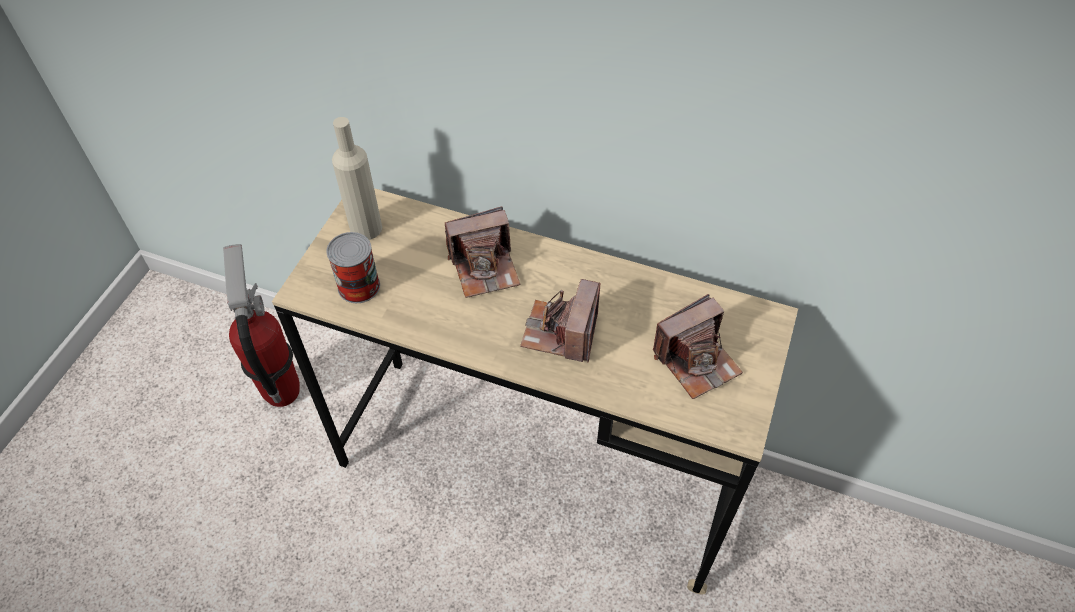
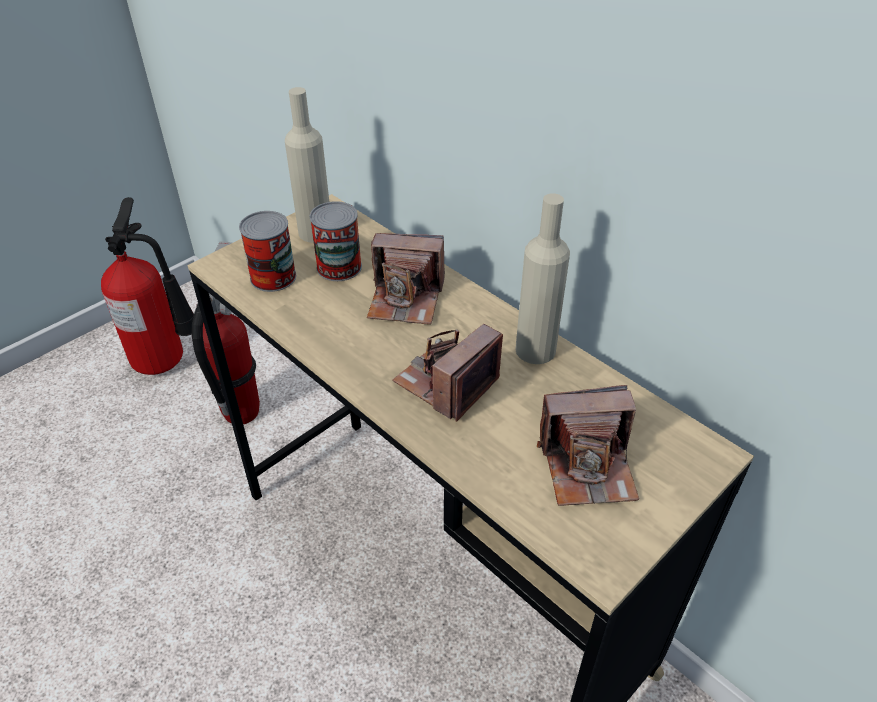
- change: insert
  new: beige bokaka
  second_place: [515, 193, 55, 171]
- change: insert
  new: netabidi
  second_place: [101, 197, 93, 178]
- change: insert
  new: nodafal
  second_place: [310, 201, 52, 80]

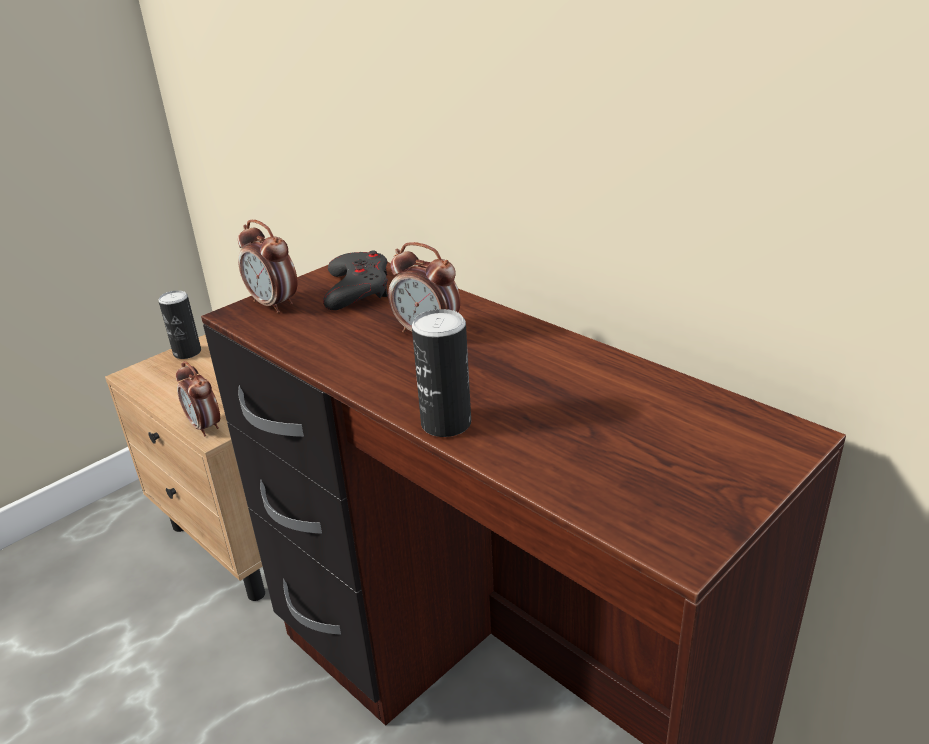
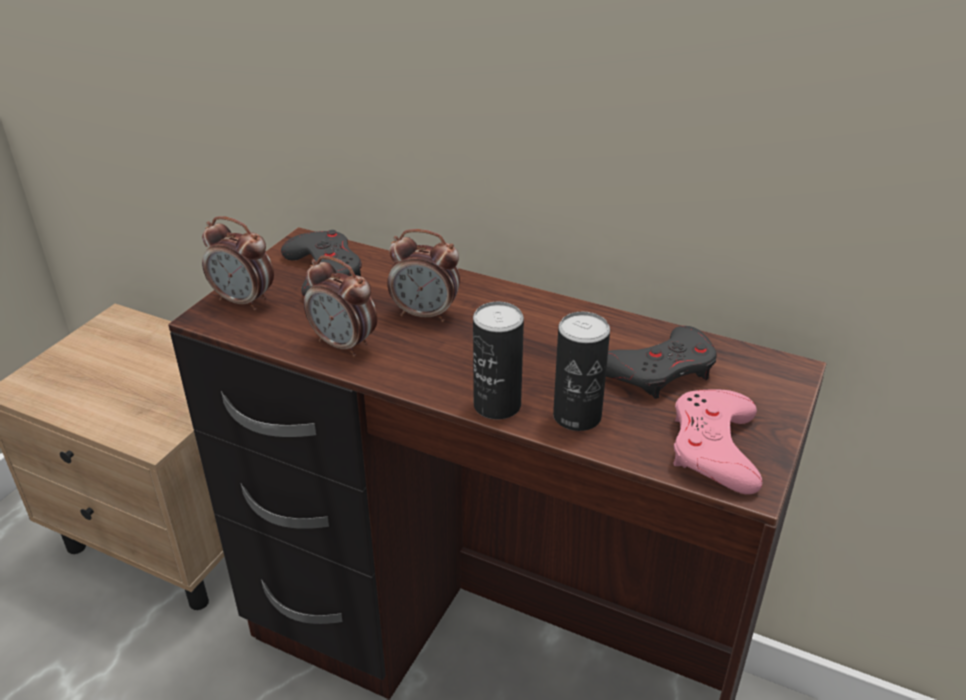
- change: move
  old: nodafal
  first_place: [158, 290, 43, 69]
  second_place: [553, 312, 57, 119]
- change: move
  old: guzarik
  first_place: [176, 361, 44, 76]
  second_place: [304, 256, 73, 101]
- change: insert
  new: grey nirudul
  second_place: [606, 326, 111, 73]
- change: insert
  new: pink nirudul
  second_place: [673, 389, 89, 106]

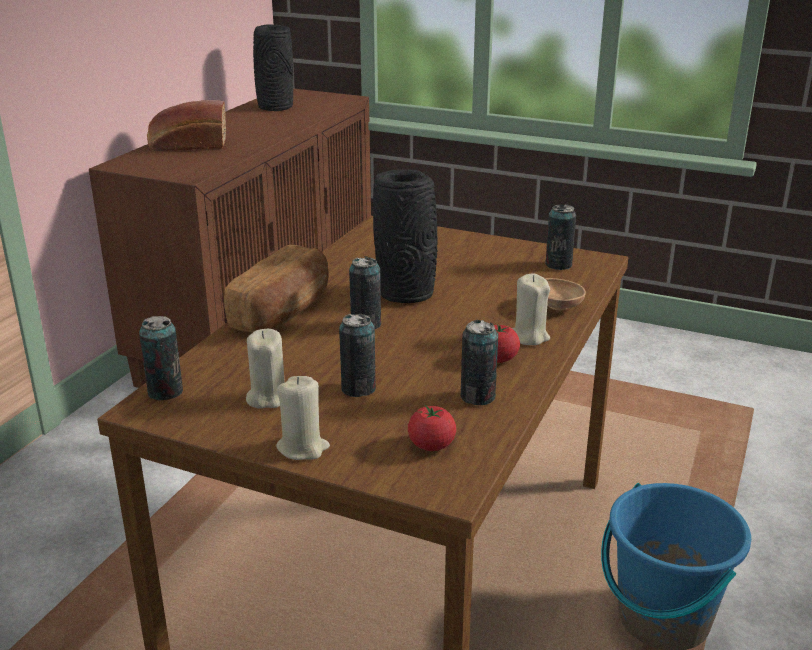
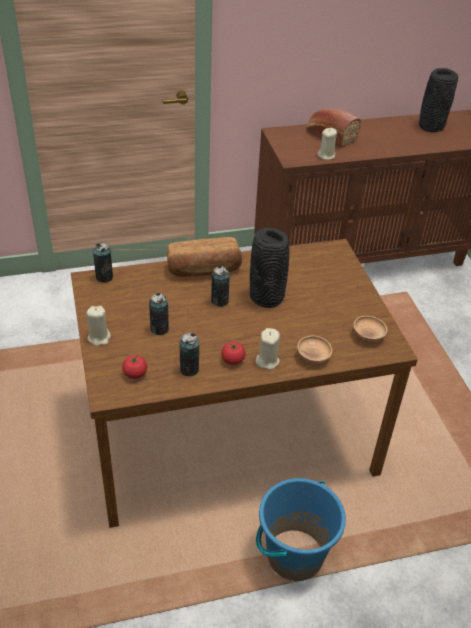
- change: replace
  old: nodafal
  new: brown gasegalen
  first_place: [545, 204, 31, 66]
  second_place: [353, 316, 34, 26]
- change: move
  old: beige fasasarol
  first_place: [246, 329, 39, 79]
  second_place: [317, 128, 20, 32]

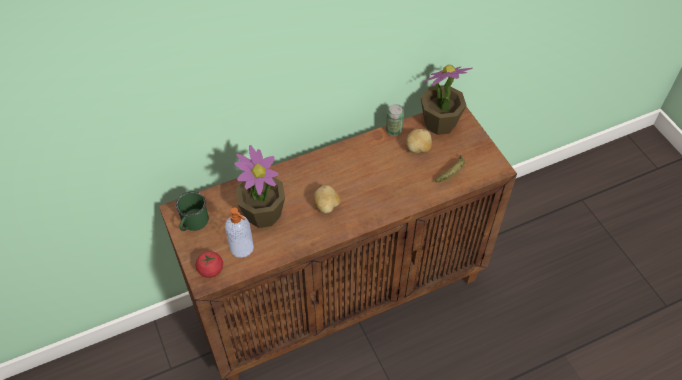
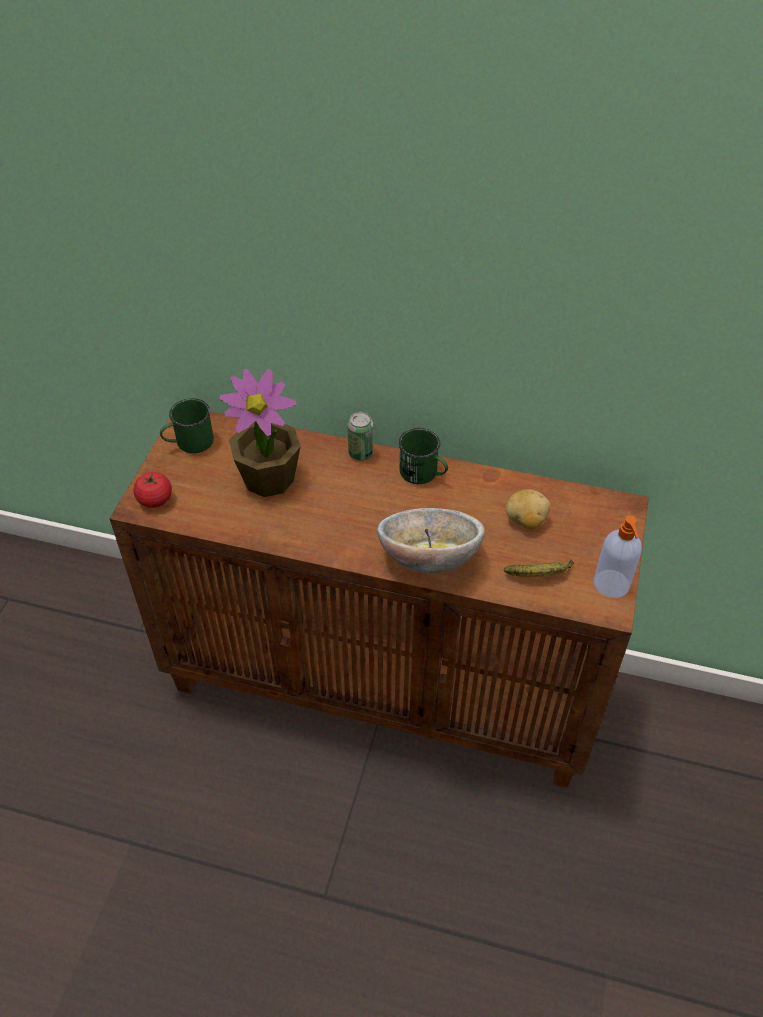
- change: delete
  old: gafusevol
  first_place: [421, 65, 52, 70]
- change: move
  old: nodafal
  first_place: [386, 104, 18, 32]
  second_place: [347, 412, 27, 49]
- change: delete
  old: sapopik
  first_place: [314, 185, 27, 29]
- change: move
  old: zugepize
  first_place: [225, 207, 29, 51]
  second_place: [594, 515, 48, 83]
- change: insert
  new: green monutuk
  second_place: [398, 428, 50, 56]
- change: insert
  new: gasegalen
  second_place: [377, 508, 108, 65]

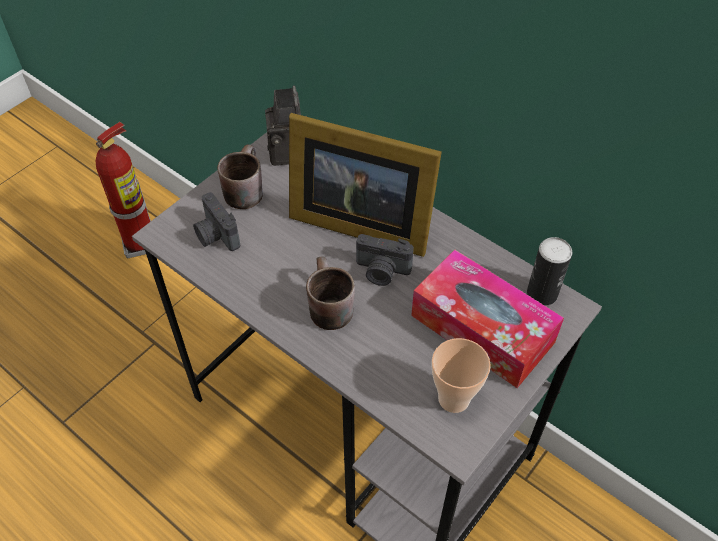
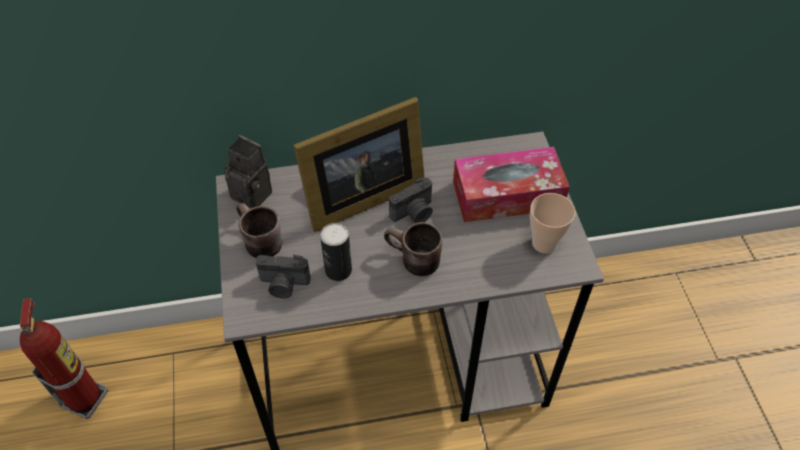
- change: move
  old: nodafal
  first_place: [527, 237, 45, 69]
  second_place: [320, 223, 32, 58]

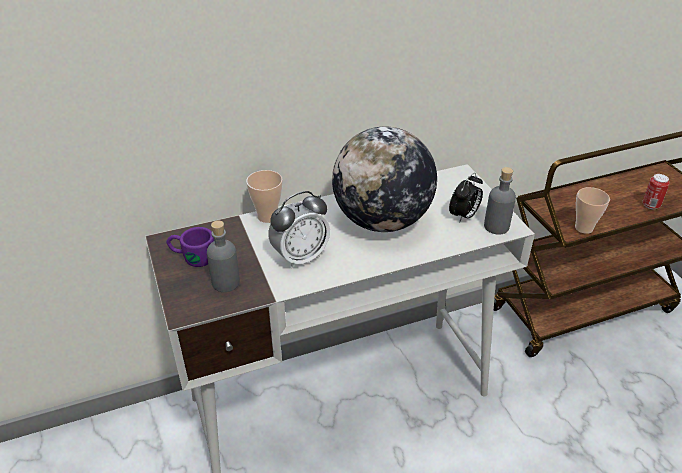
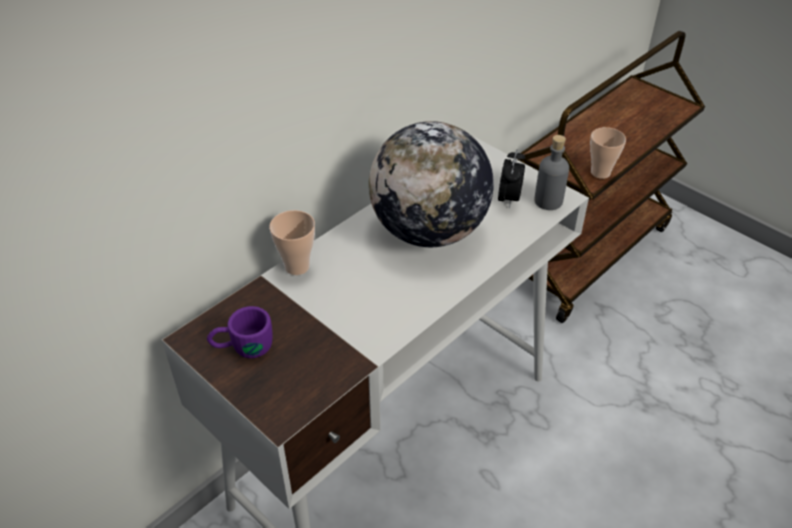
- change: delete
  old: nodafal
  first_place: [643, 174, 27, 35]
- change: delete
  old: guzarik
  first_place: [269, 191, 61, 78]
- change: delete
  old: grey bokaka
  first_place: [207, 220, 33, 72]

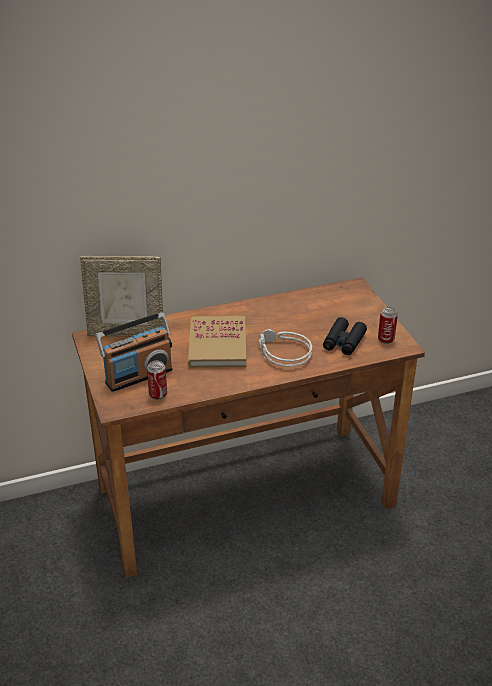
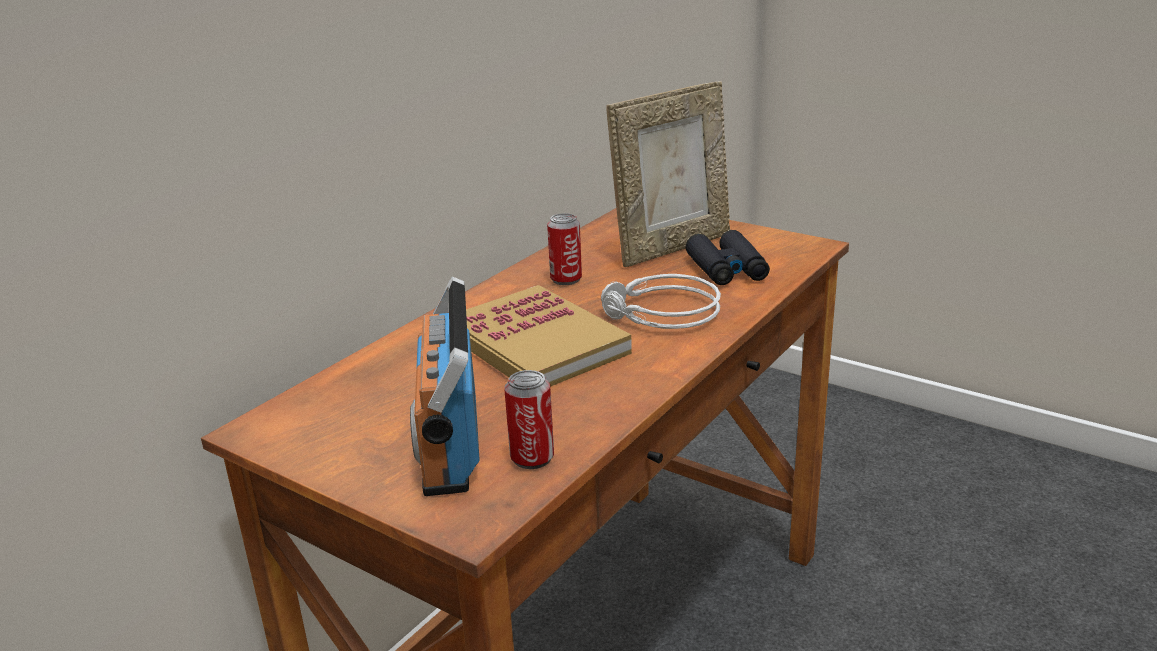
- change: move
  old: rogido
  first_place: [80, 256, 83, 81]
  second_place: [606, 81, 124, 186]
- change: move
  old: nodafal
  first_place: [378, 307, 20, 37]
  second_place: [547, 213, 35, 72]
- change: rotate
  old: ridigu
  first_place: [96, 312, 76, 80]
  second_place: [410, 277, 70, 219]
  degrees: 150

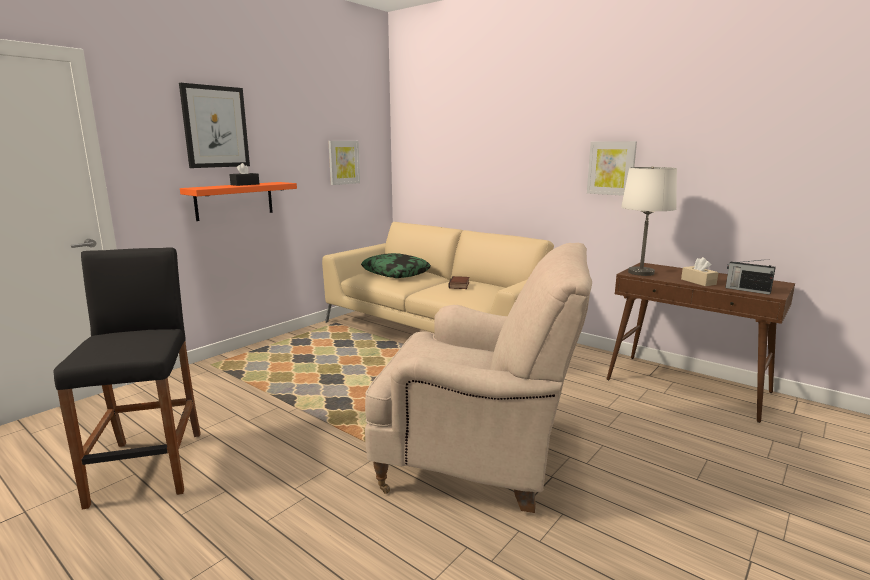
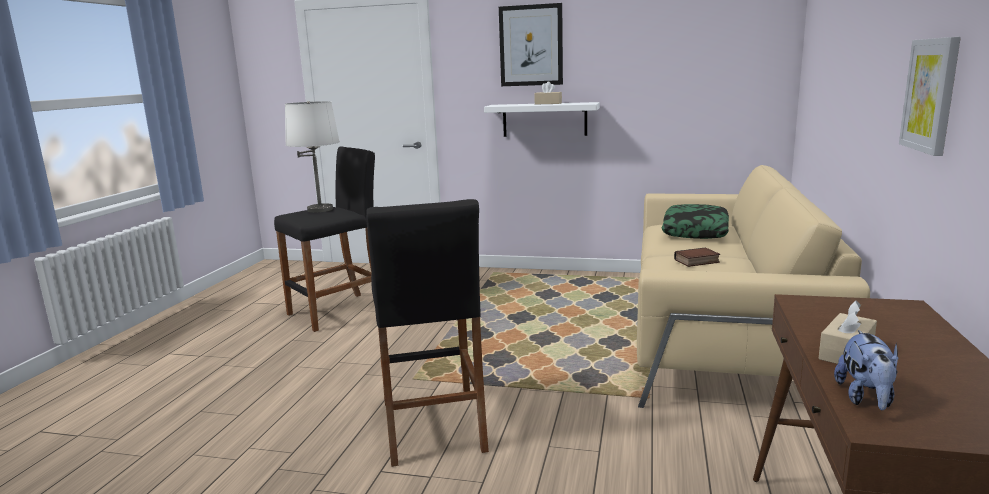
- change: delete
  old: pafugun
  first_place: [328, 141, 32, 44]
- change: recolor
  old: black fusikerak
  new: beige fusikerak
  first_place: [229, 163, 30, 23]
  second_place: [534, 81, 28, 24]
- change: move
  old: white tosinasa
  first_place: [621, 166, 56, 110]
  second_place: [285, 101, 55, 112]
- change: recolor
  old: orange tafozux
  new: white tafozux
  first_place: [180, 182, 117, 39]
  second_place: [484, 102, 116, 35]
- change: replace
  old: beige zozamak
  new: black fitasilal
  first_place: [365, 243, 227, 270]
  second_place: [366, 199, 123, 268]
- change: replace
  old: ridigu
  new: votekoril
  first_place: [726, 259, 50, 36]
  second_place: [834, 330, 65, 80]

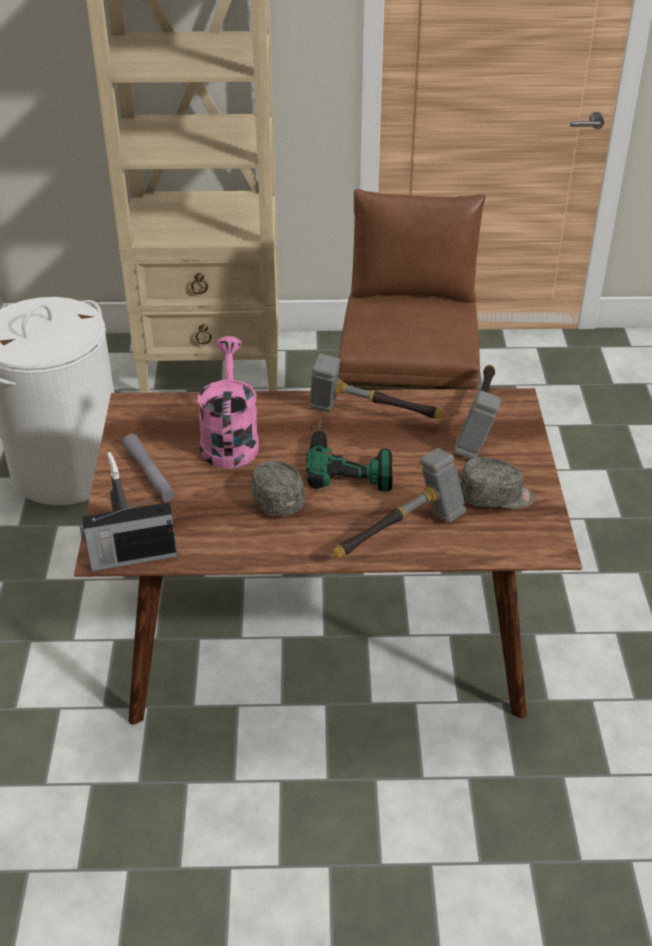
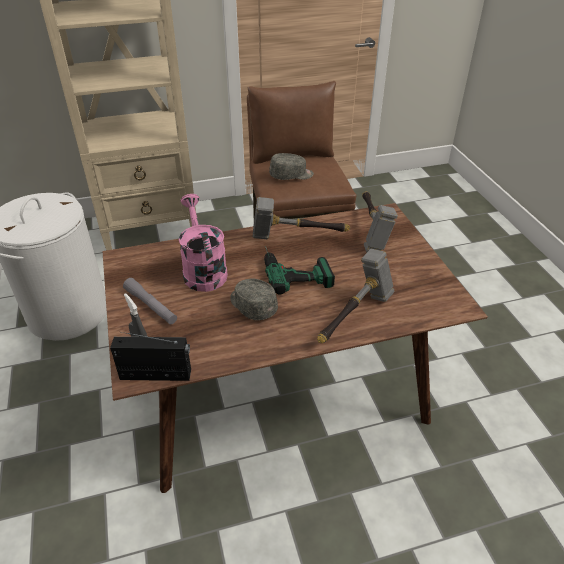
- change: move
  old: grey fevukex
  first_place: [459, 457, 76, 52]
  second_place: [269, 153, 45, 27]
- change: rotate
  old: ridigu
  first_place: [80, 498, 97, 73]
  second_place: [110, 332, 81, 49]
  degrees: -150

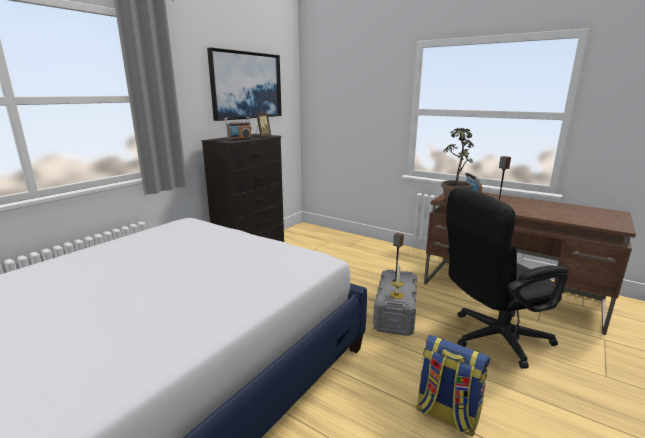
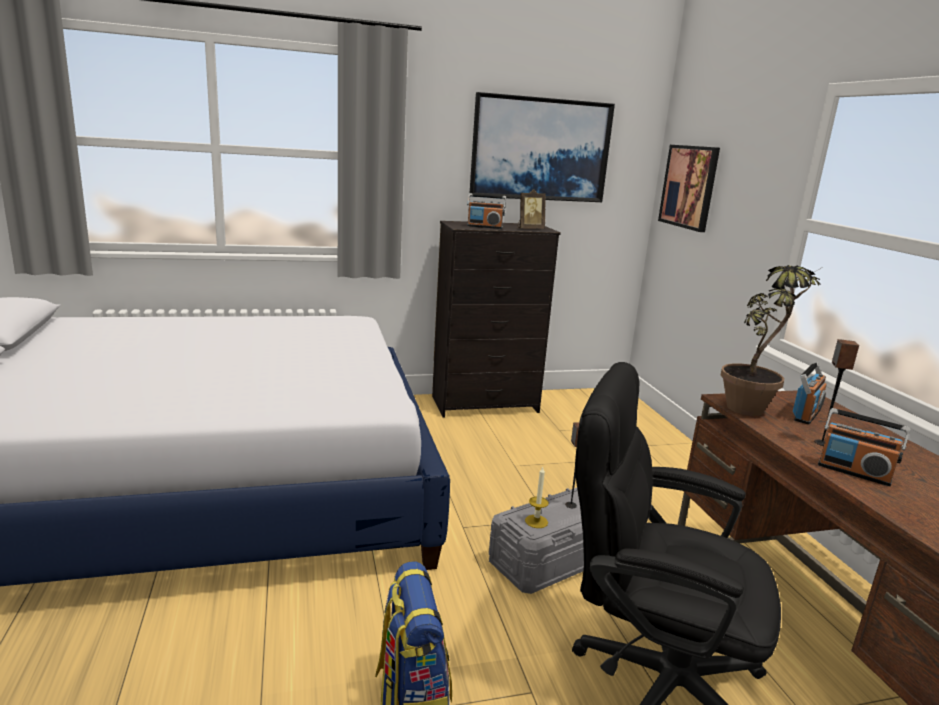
- change: insert
  new: pafugun
  second_place: [658, 145, 62, 87]
- change: insert
  new: ridigu
  second_place: [818, 408, 92, 78]

